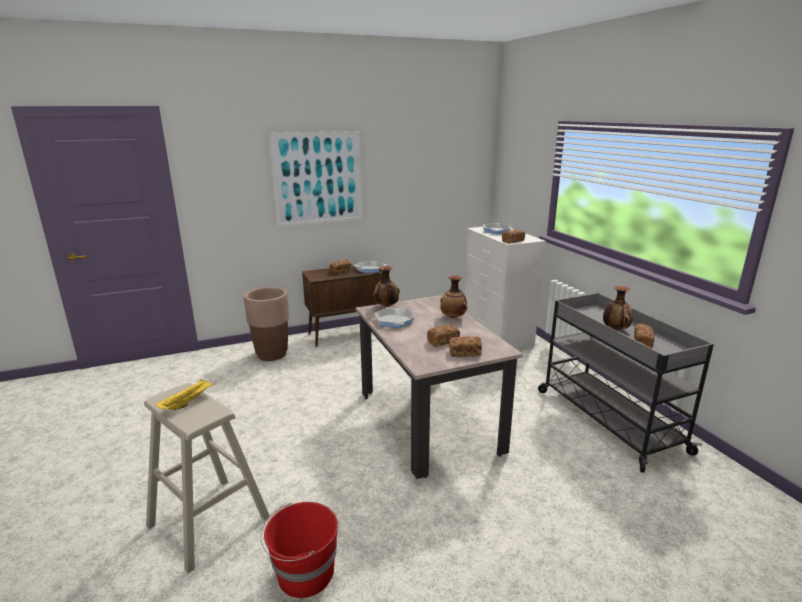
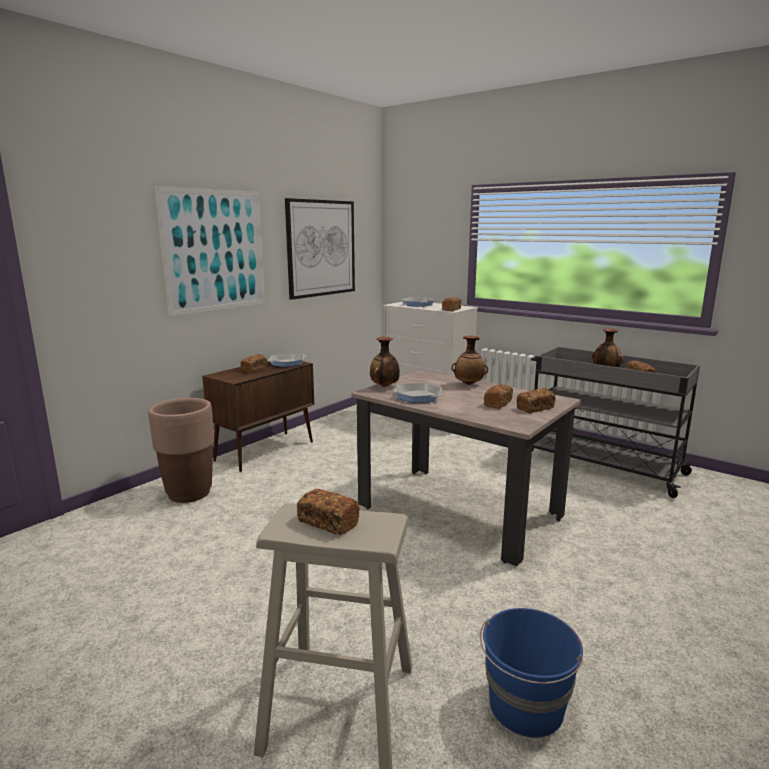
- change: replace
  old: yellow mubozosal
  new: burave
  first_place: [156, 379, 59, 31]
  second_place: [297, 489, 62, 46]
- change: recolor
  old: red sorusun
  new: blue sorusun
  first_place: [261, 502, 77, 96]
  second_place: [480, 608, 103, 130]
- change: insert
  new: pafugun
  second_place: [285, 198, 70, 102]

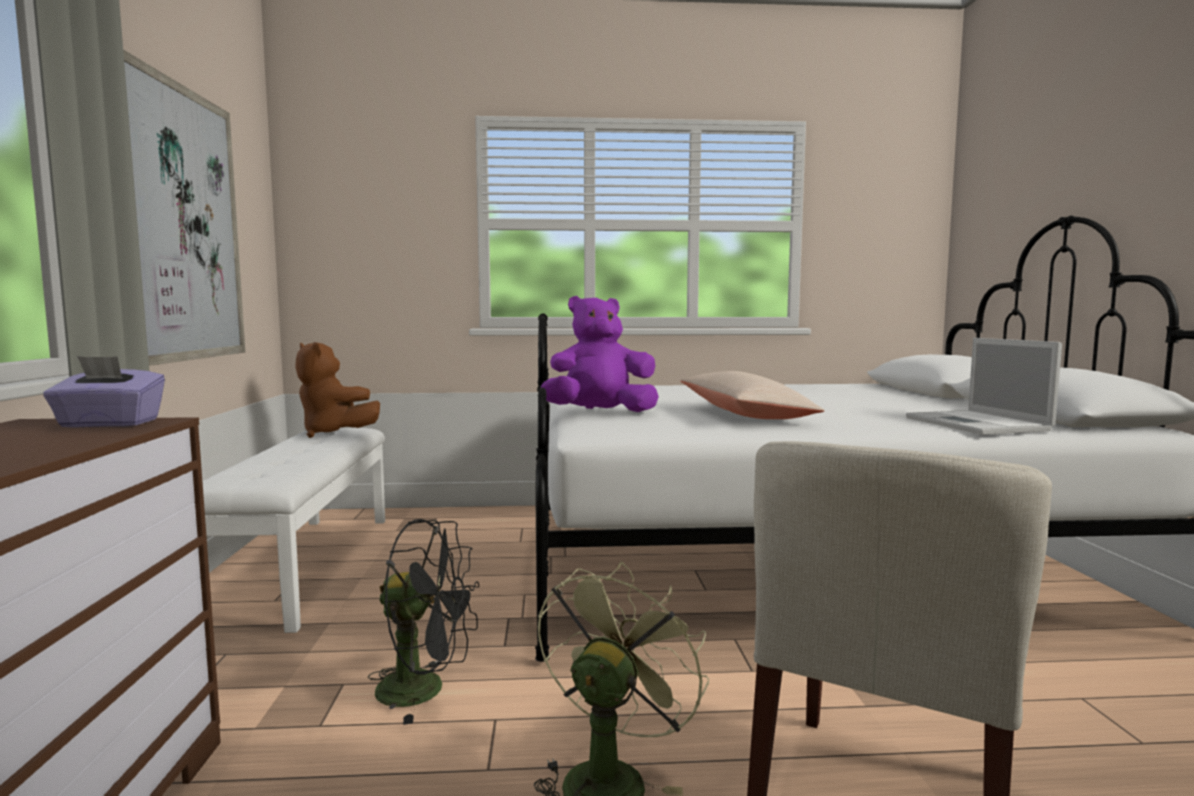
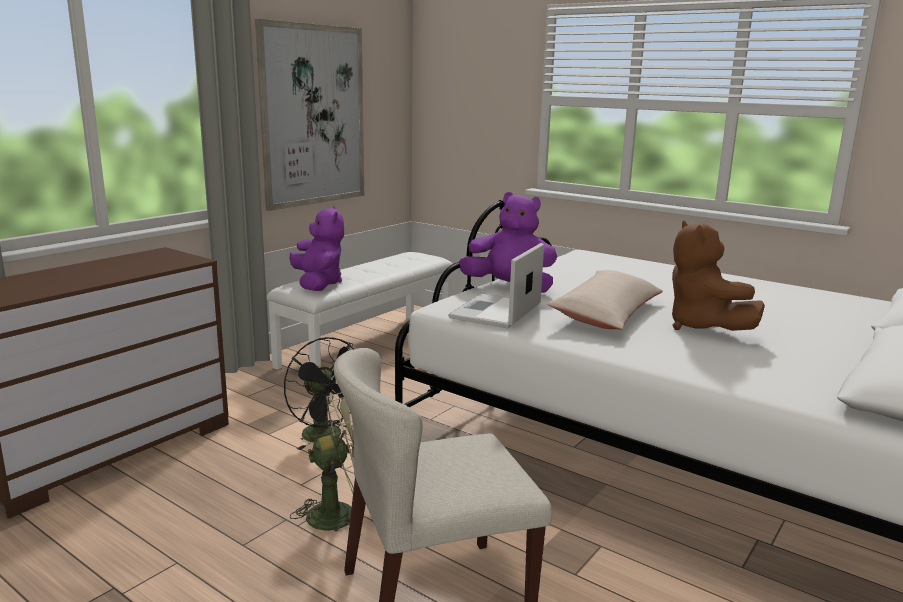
- change: move
  old: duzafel
  first_place: [906, 338, 156, 97]
  second_place: [448, 243, 96, 85]
- change: move
  old: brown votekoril
  first_place: [295, 342, 85, 96]
  second_place: [672, 220, 93, 111]
- change: delete
  old: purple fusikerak
  first_place: [43, 356, 122, 72]
- change: insert
  new: purple votekoril
  second_place: [290, 206, 54, 85]

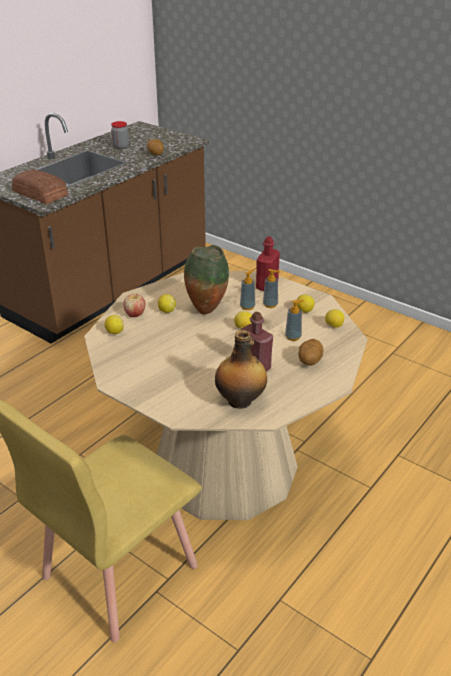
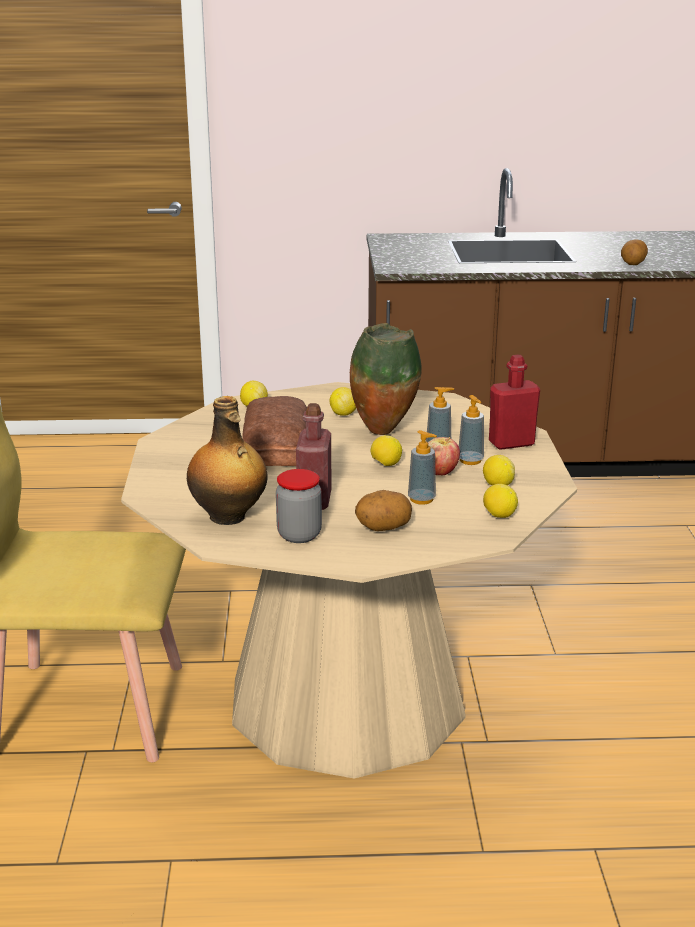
- change: move
  old: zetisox
  first_place: [111, 121, 18, 28]
  second_place: [276, 469, 46, 74]
- change: move
  old: burave
  first_place: [12, 170, 56, 34]
  second_place: [242, 396, 65, 70]
- change: move
  old: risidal
  first_place: [123, 293, 22, 24]
  second_place: [428, 437, 32, 38]

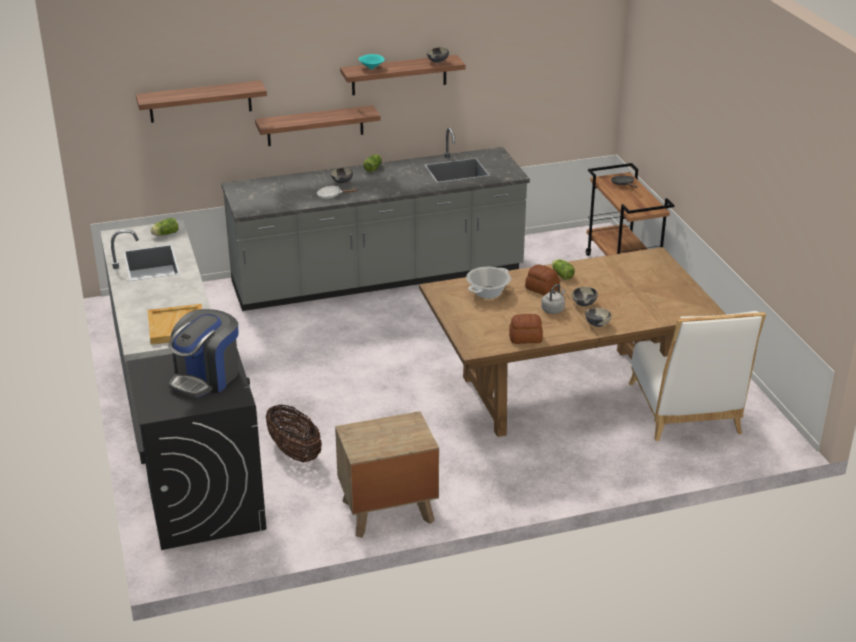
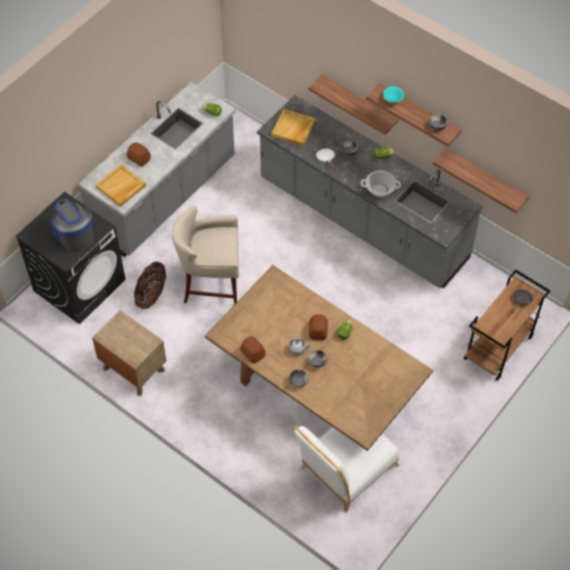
- change: move
  old: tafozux
  first_place: [136, 80, 131, 43]
  second_place: [433, 148, 96, 65]
- change: move
  old: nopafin
  first_place: [466, 267, 45, 32]
  second_place: [361, 170, 40, 27]
- change: rotate
  old: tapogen
  first_place: [168, 309, 71, 89]
  second_place: [50, 198, 44, 54]
  degrees: 60
- change: insert
  new: beige mubozosal
  second_place: [271, 109, 45, 37]
- change: insert
  new: burave
  second_place: [127, 142, 24, 24]
- change: insert
  new: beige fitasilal
  second_place: [172, 206, 67, 99]

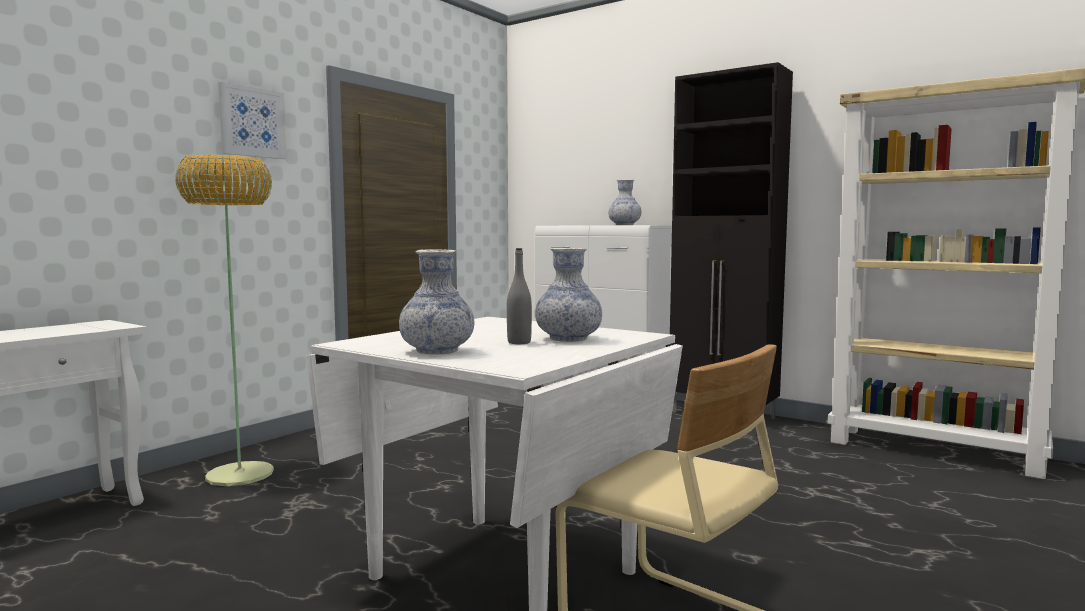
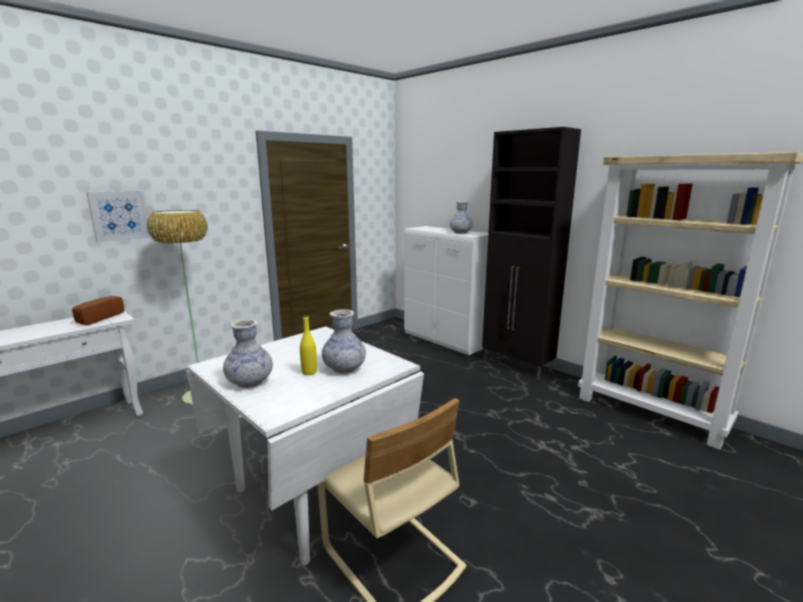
- change: move
  old: pafugun
  first_place: [218, 82, 69, 77]
  second_place: [87, 191, 64, 51]
- change: recolor
  old: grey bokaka
  new: yellow bokaka
  first_place: [507, 248, 25, 96]
  second_place: [300, 315, 17, 60]
- change: insert
  new: burave
  second_place: [72, 296, 52, 29]

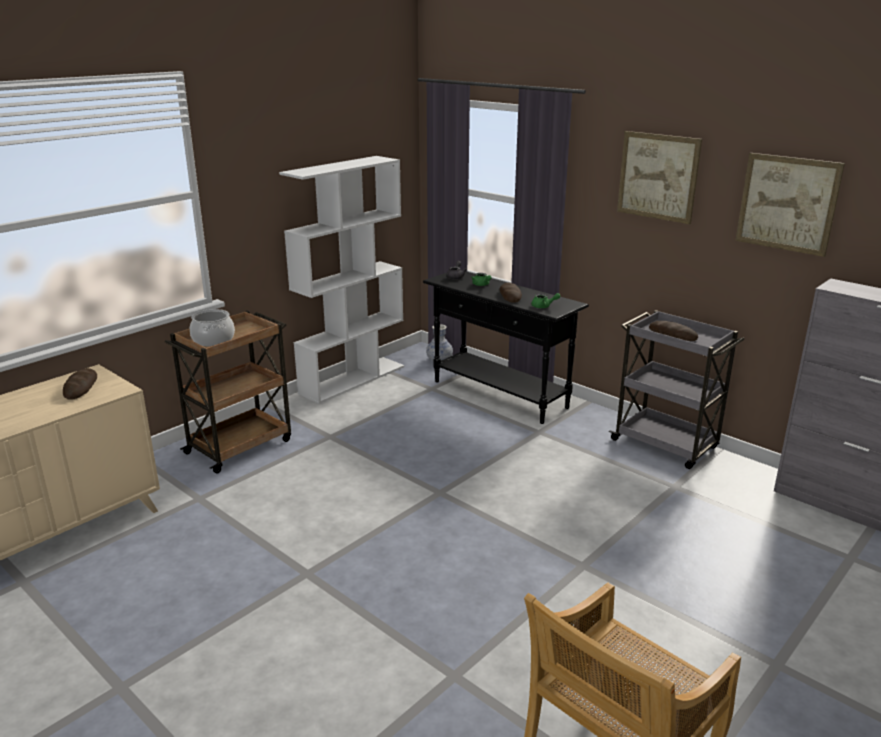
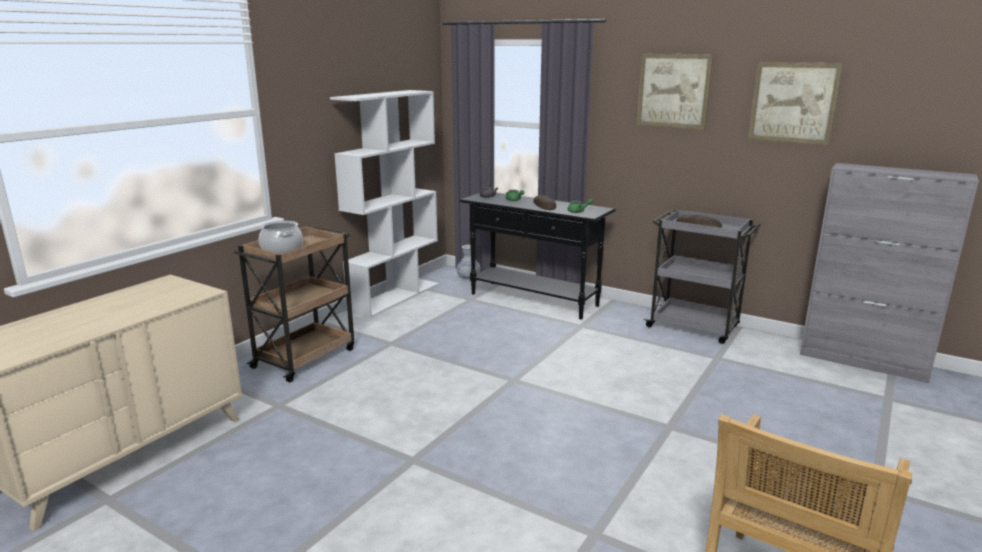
- change: delete
  old: burave
  first_place: [63, 368, 34, 31]

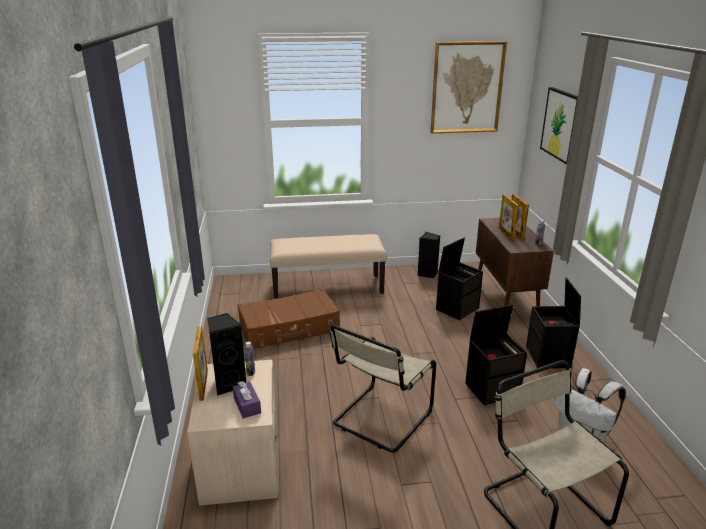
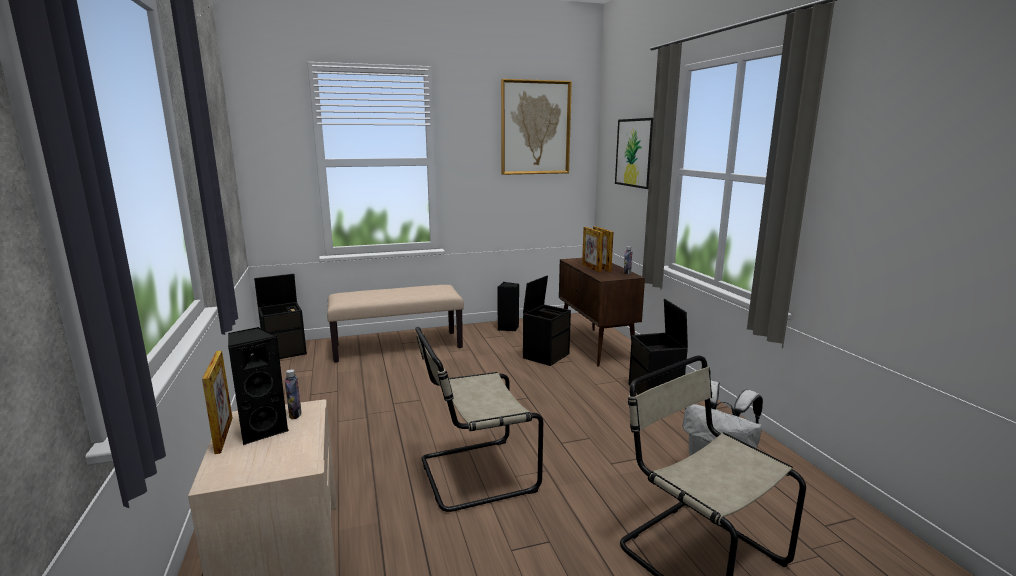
- change: delete
  old: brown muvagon
  first_place: [238, 289, 102, 60]
- change: move
  old: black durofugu
  first_place: [465, 304, 62, 101]
  second_place: [254, 274, 53, 85]
- change: rotate
  old: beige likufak
  first_place: [329, 325, 107, 127]
  second_place: [415, 327, 128, 185]
  degrees: 45
- change: delete
  old: purple fusikerak
  first_place: [233, 381, 28, 37]

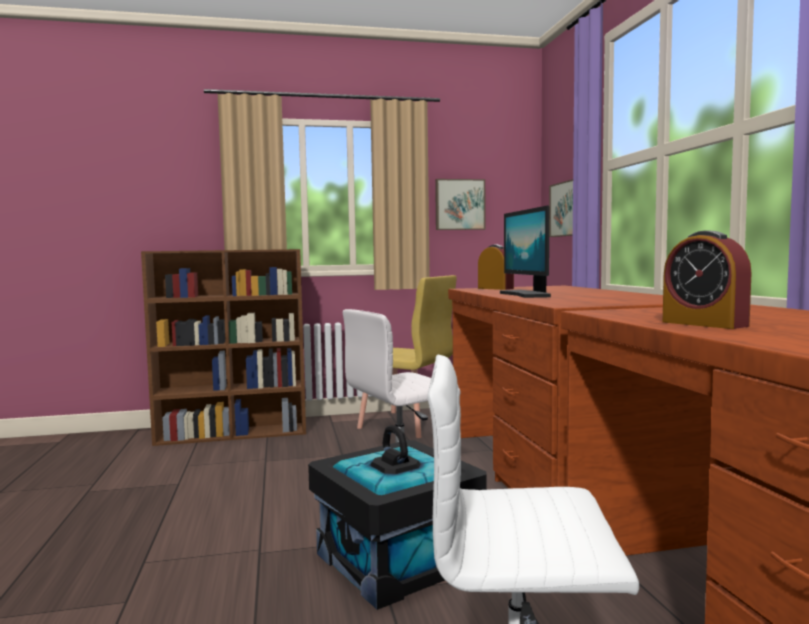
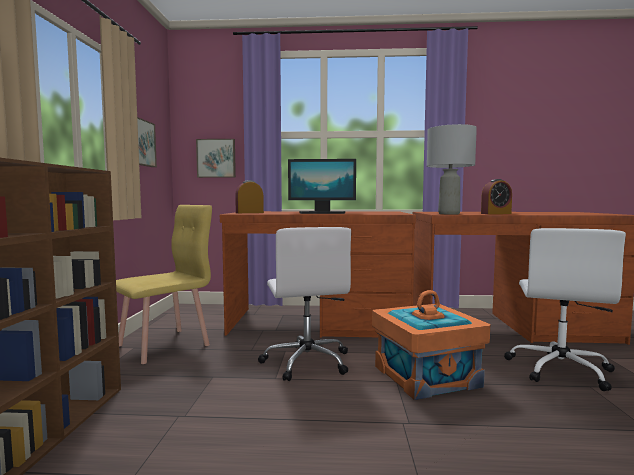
- change: recolor
  old: black durofugu
  new: orange durofugu
  first_place: [308, 425, 179, 185]
  second_place: [372, 290, 118, 110]
- change: insert
  new: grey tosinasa
  second_place: [427, 124, 50, 90]

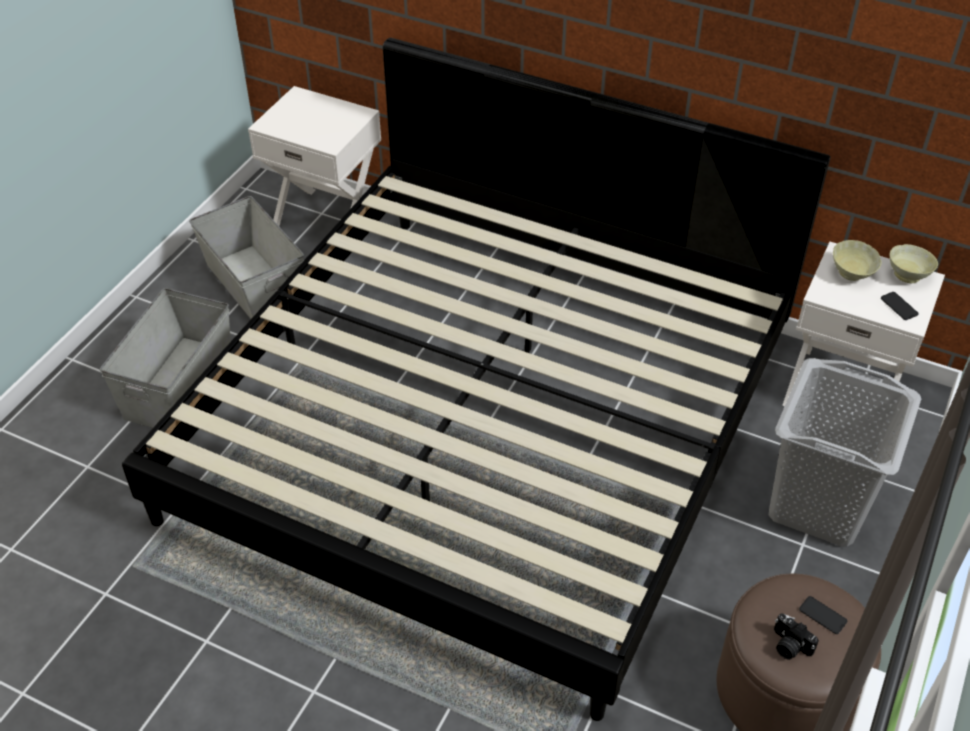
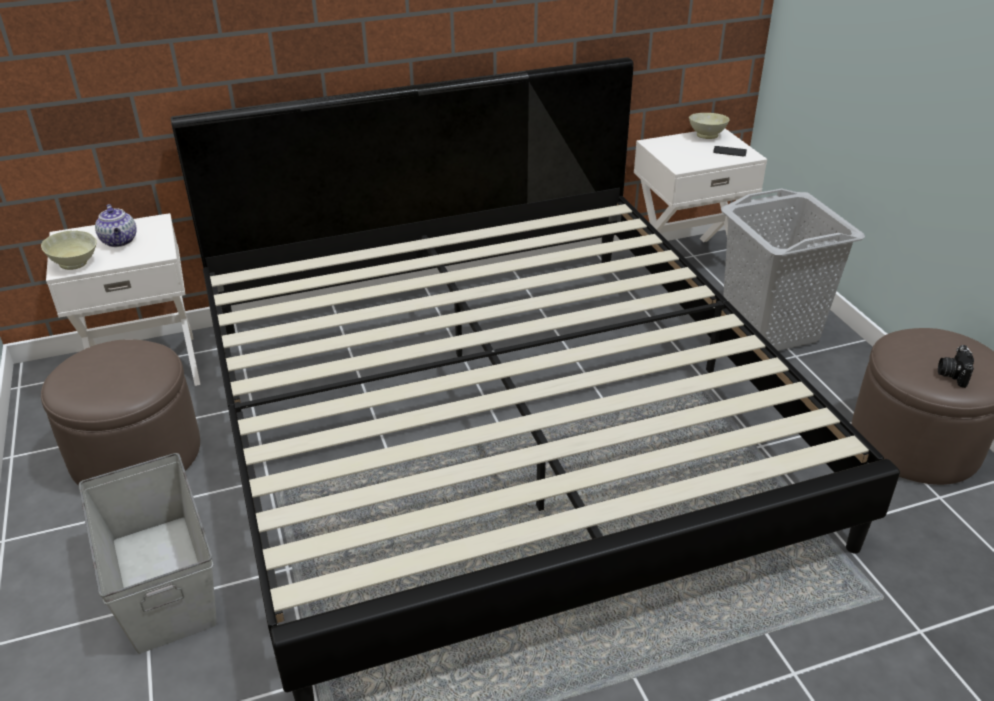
- change: replace
  old: grey durofugu
  new: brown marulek
  first_place: [189, 196, 115, 123]
  second_place: [41, 339, 159, 147]
- change: move
  old: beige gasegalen
  first_place: [833, 240, 49, 41]
  second_place: [41, 231, 56, 39]
- change: delete
  old: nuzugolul
  first_place: [799, 596, 48, 38]
- change: rotate
  old: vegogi
  first_place: [774, 613, 45, 47]
  second_place: [938, 345, 36, 43]
  degrees: 105
- change: insert
  new: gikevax
  second_place: [95, 204, 41, 43]

